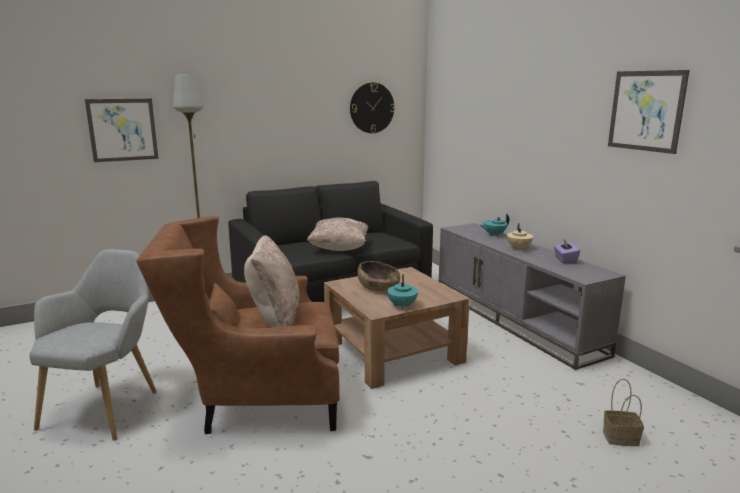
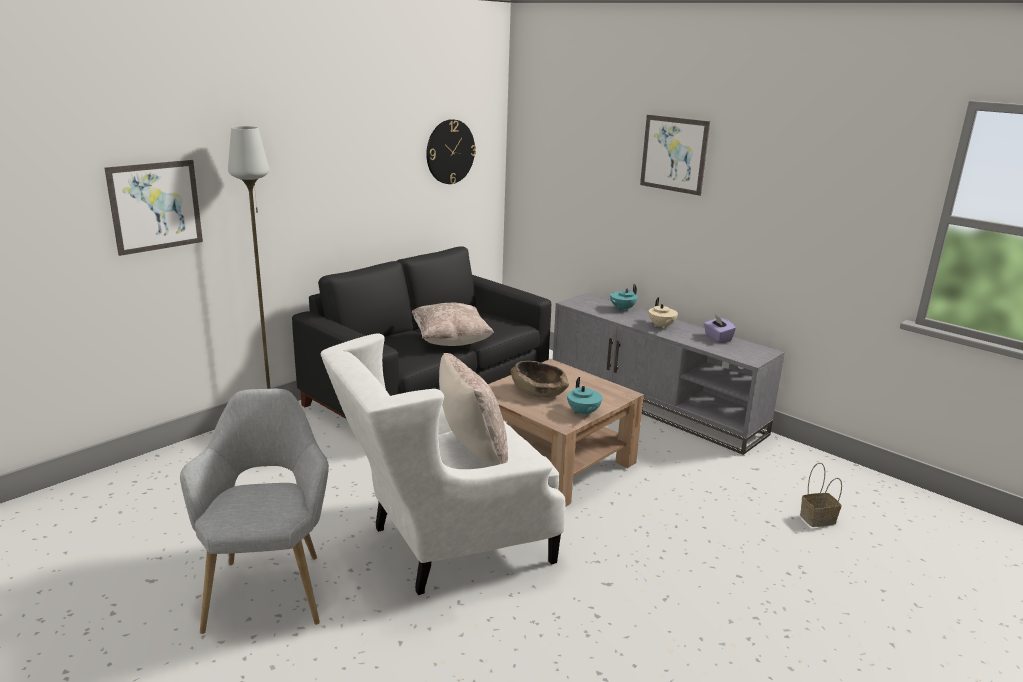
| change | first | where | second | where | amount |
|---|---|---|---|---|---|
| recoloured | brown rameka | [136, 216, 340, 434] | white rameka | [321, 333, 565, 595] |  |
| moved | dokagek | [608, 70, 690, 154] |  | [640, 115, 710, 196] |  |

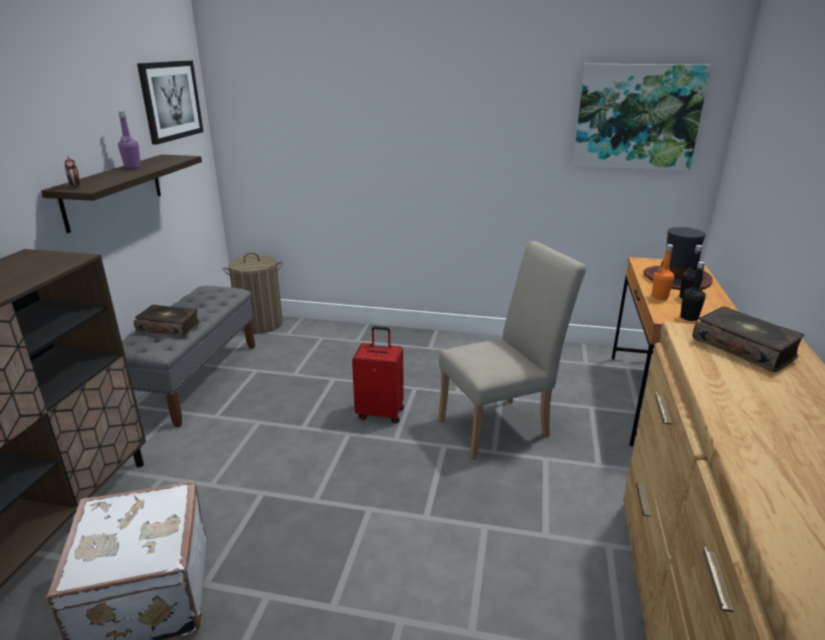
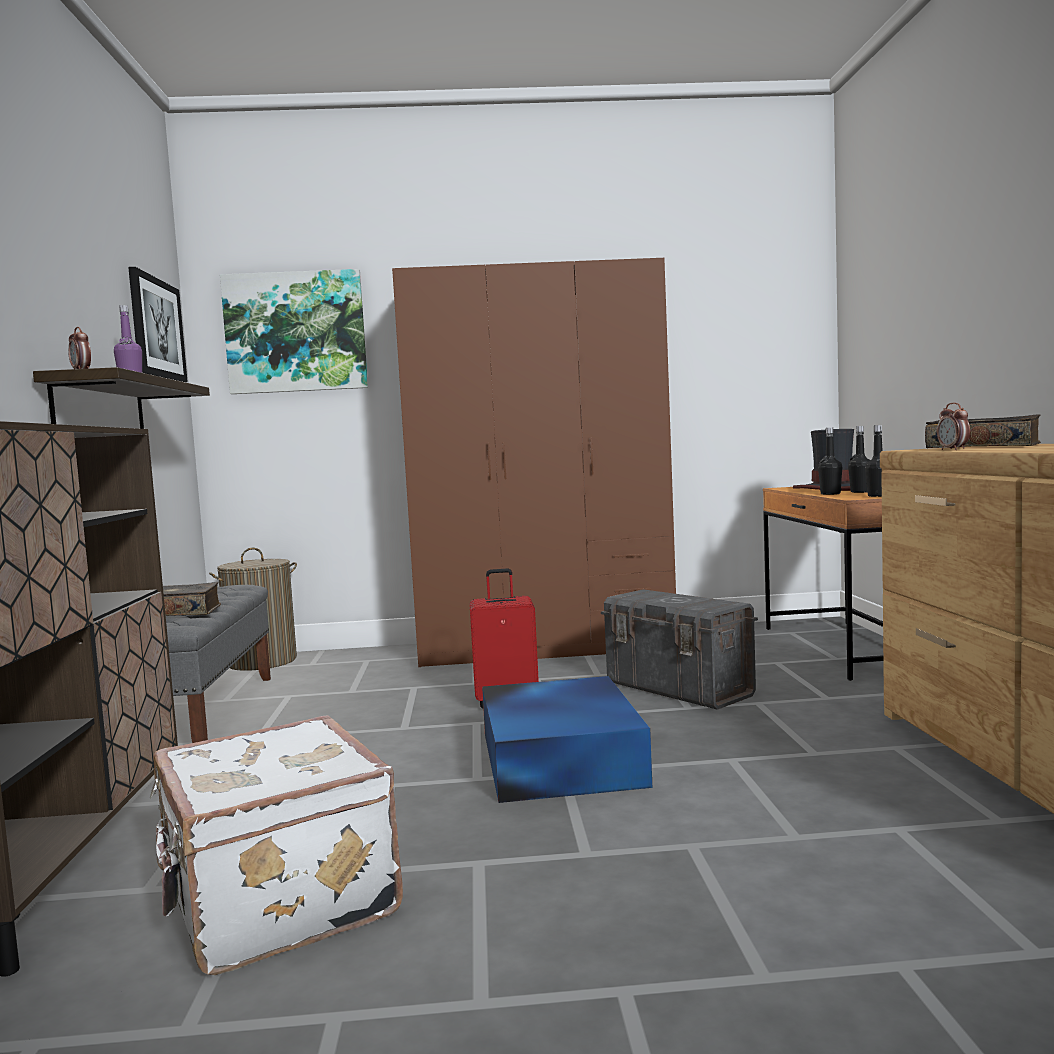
| change | first | where | second | where | amount |
|---|---|---|---|---|---|
| moved | dokagek | [573, 64, 711, 171] |  | [220, 269, 368, 394] |  |
| added |  |  | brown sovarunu | [392, 258, 676, 667] |  |
| added |  |  | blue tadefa | [482, 676, 653, 803] |  |
| replaced | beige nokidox | [439, 241, 586, 459] | grey tadefa | [601, 589, 758, 710] |  |
| recoloured | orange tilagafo | [652, 244, 674, 300] | black tilagafo | [818, 428, 842, 495] |  |
| added |  |  | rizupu | [937, 403, 970, 450] |  |

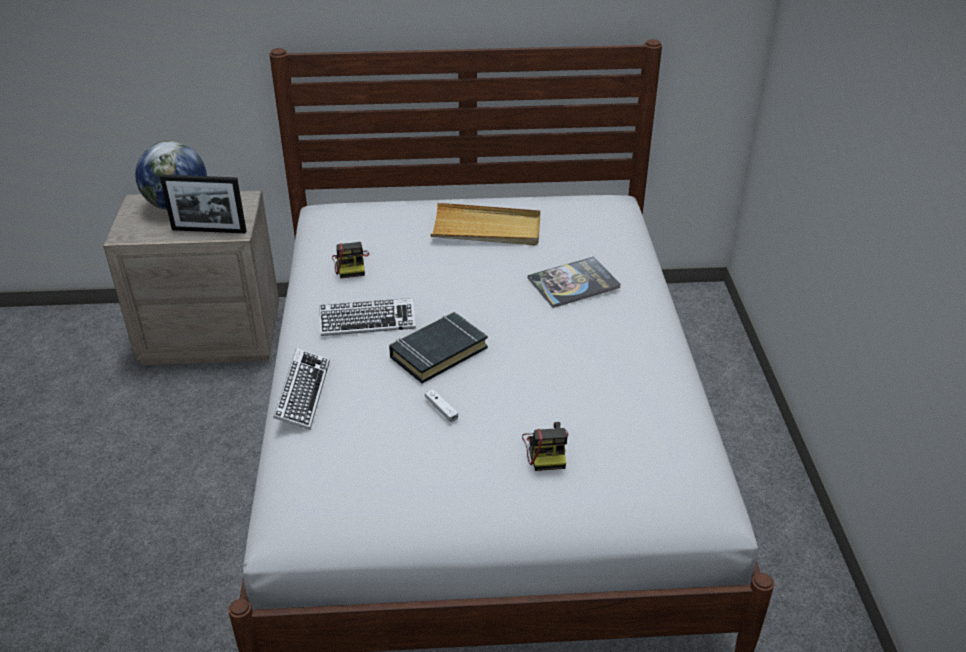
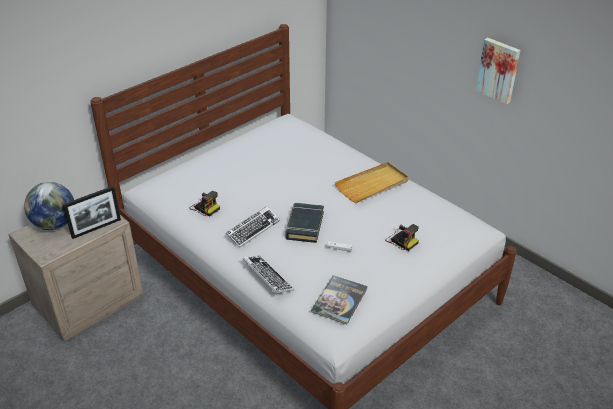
| change | first | where | second | where | amount |
|---|---|---|---|---|---|
| moved | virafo | [528, 256, 621, 308] |  | [311, 275, 368, 324] |  |
| moved | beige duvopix | [430, 203, 540, 245] |  | [335, 162, 409, 203] |  |
| added |  |  | dokagek | [476, 38, 520, 104] |  |

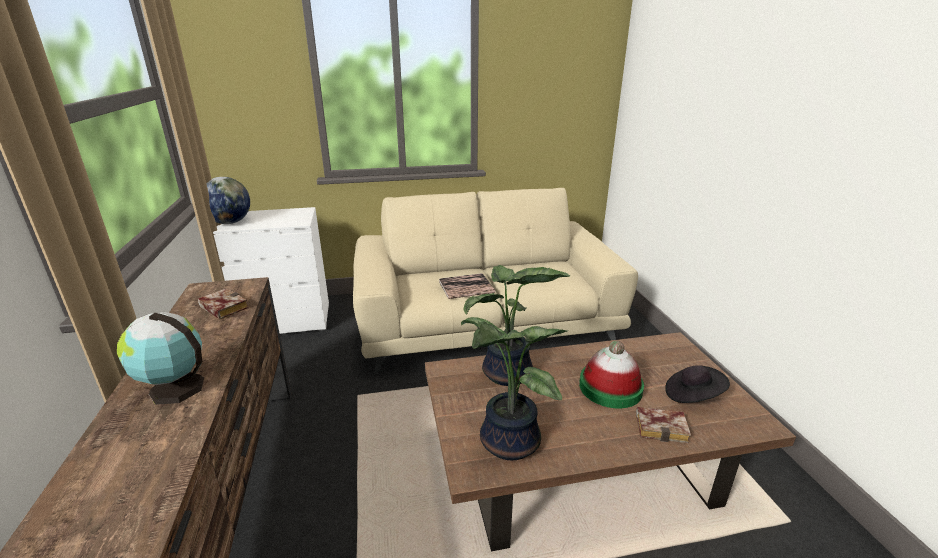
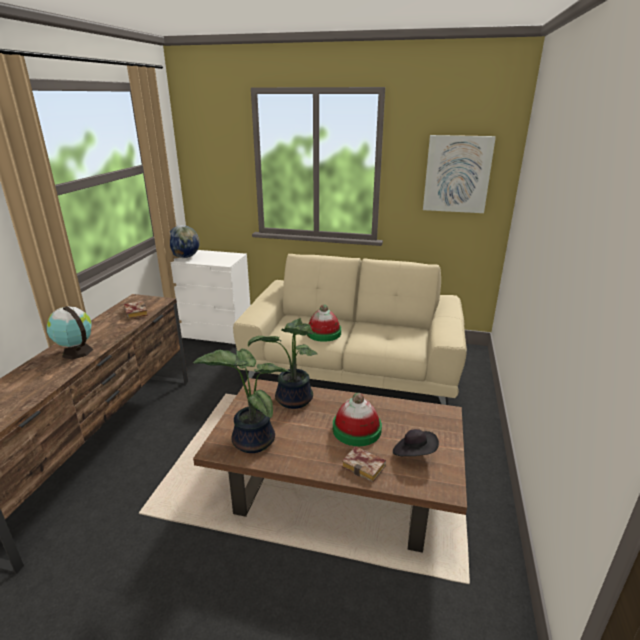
| change | first | where | second | where | amount |
|---|---|---|---|---|---|
| replaced | virafo | [439, 273, 495, 299] | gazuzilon | [307, 304, 341, 342] |  |
| added |  |  | dokagek | [423, 135, 496, 213] |  |

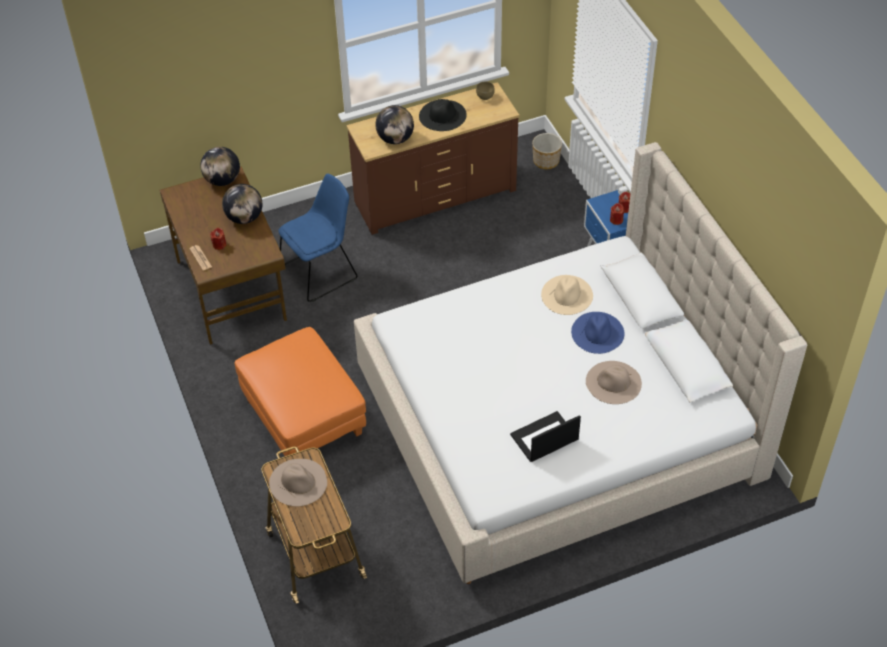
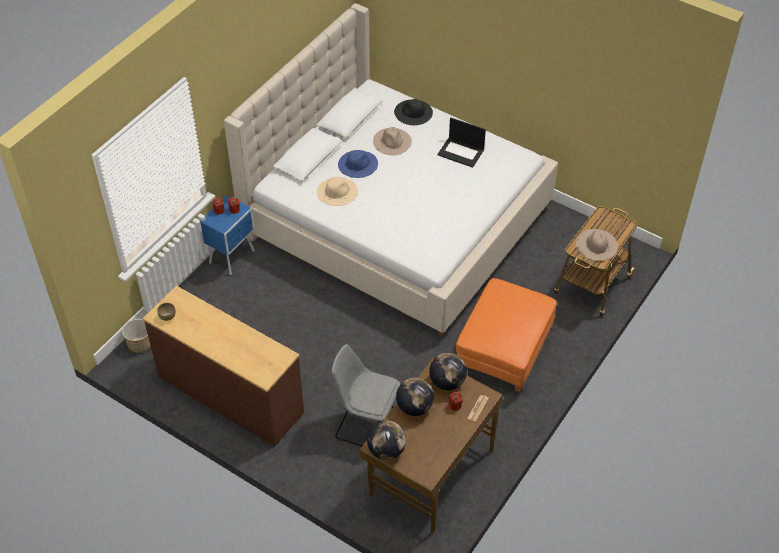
| change | first | where | second | where | amount |
|---|---|---|---|---|---|
| recoloured | blue nokidox | [278, 174, 358, 302] | grey nokidox | [332, 344, 400, 446] |  |
| moved | black gazuzilon | [419, 99, 467, 131] |  | [394, 99, 433, 125] |  |
| moved | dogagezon | [375, 105, 414, 144] |  | [429, 353, 467, 390] |  |

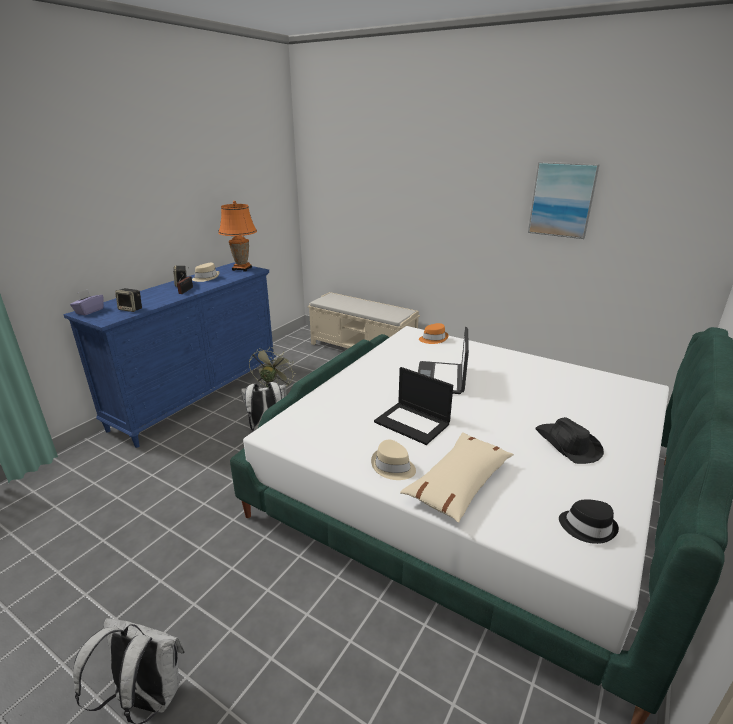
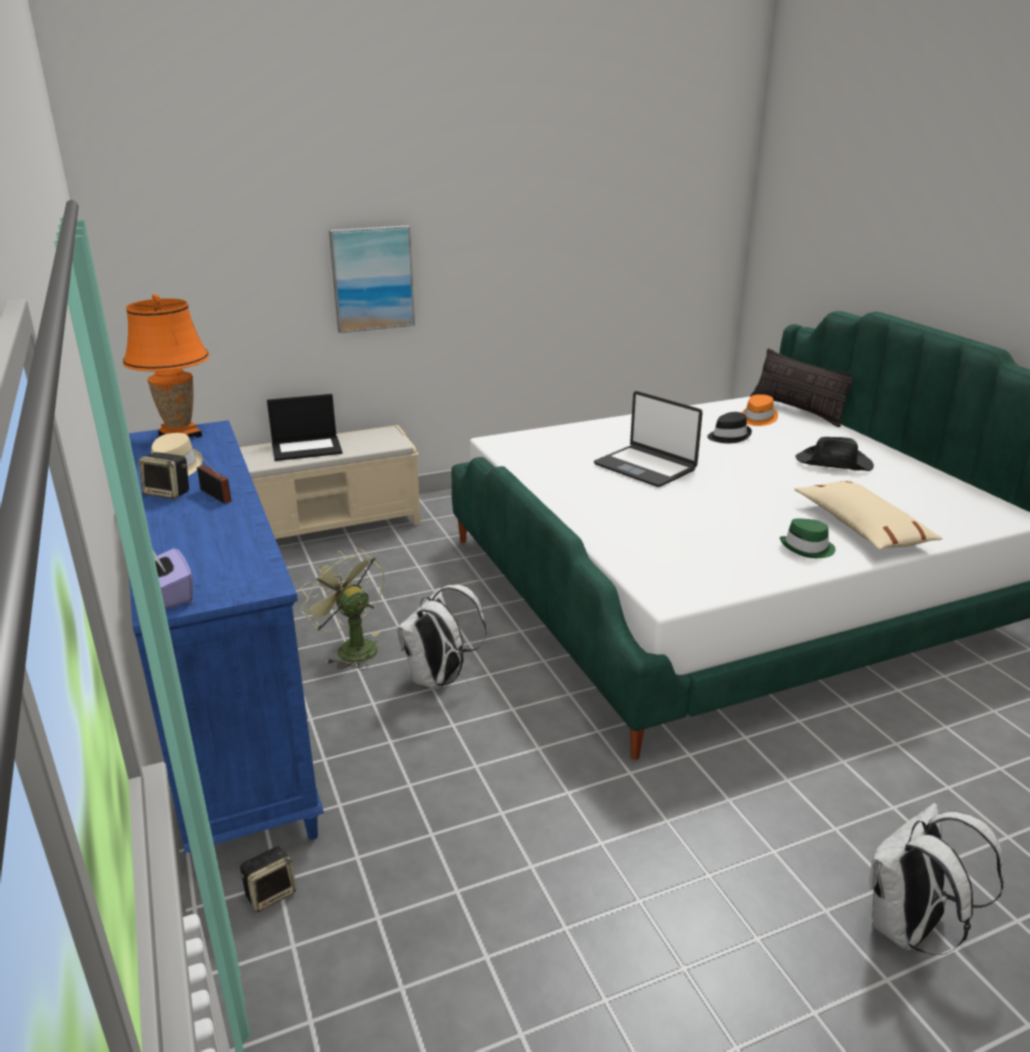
| change | first | where | second | where | amount |
|---|---|---|---|---|---|
| moved | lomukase | [115, 288, 142, 312] |  | [240, 846, 296, 912] |  |
| moved | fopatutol | [374, 367, 453, 445] |  | [267, 394, 342, 461] |  |
| moved | dokagek | [528, 162, 600, 239] |  | [329, 225, 415, 333] |  |
| moved | black gazuzilon | [559, 499, 619, 544] |  | [707, 412, 752, 443] |  |
| moved | orange gazuzilon | [419, 323, 449, 344] |  | [741, 394, 778, 426] |  |
| added |  |  | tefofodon | [750, 348, 853, 427] |  |
| recoloured | beige gazuzilon | [371, 439, 416, 480] | green gazuzilon | [780, 518, 836, 558] |  |

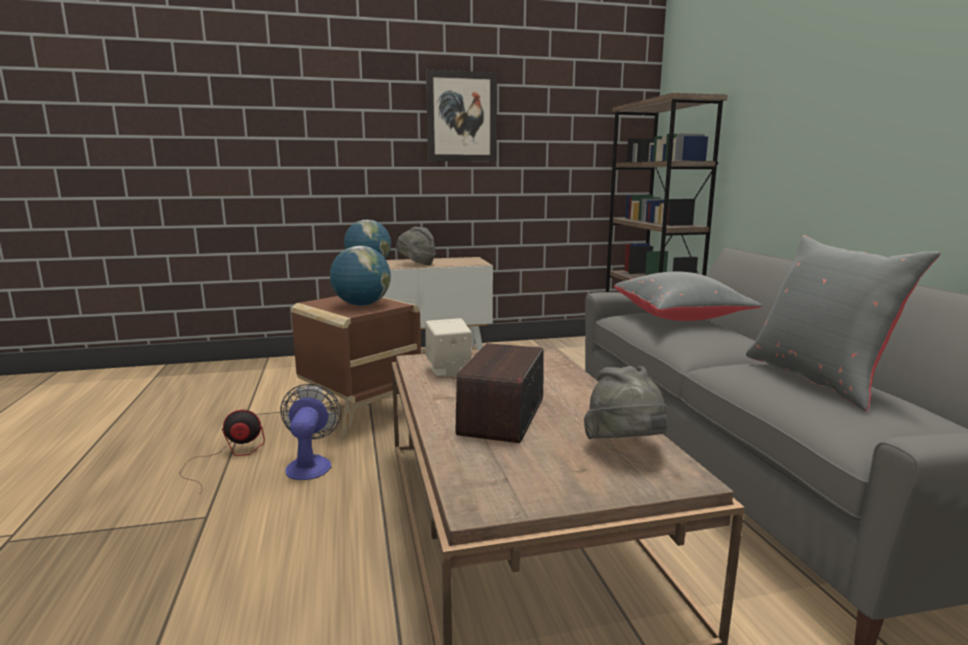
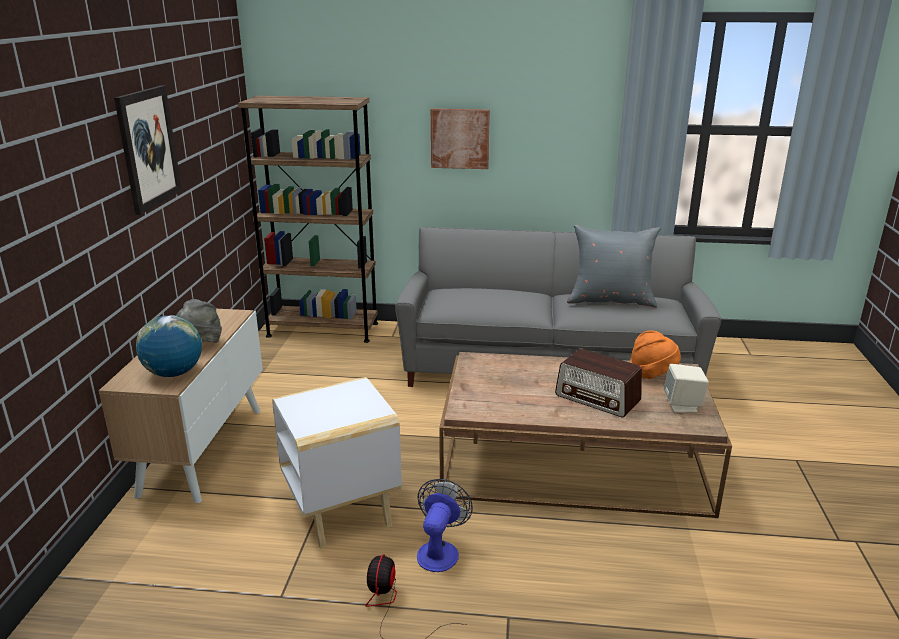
| change | first | where | second | where | amount |
|---|---|---|---|---|---|
| recoloured | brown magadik | [291, 296, 421, 437] | white magadik | [272, 377, 402, 549] |  |
| turned | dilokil | [280, 384, 341, 480] |  | [417, 479, 473, 572] | 90 degrees clockwise |
| added |  |  | dokagek | [431, 109, 490, 169] |  |
| recoloured | grey gazuzilon | [584, 366, 667, 439] | orange gazuzilon | [630, 330, 681, 379] |  |
| moved | beige lomukase | [425, 318, 472, 377] |  | [664, 364, 709, 412] |  |
| removed | dogagezon | [330, 246, 391, 306] |  |  |  |
| removed | grey tefofodon | [614, 272, 762, 321] |  |  |  |

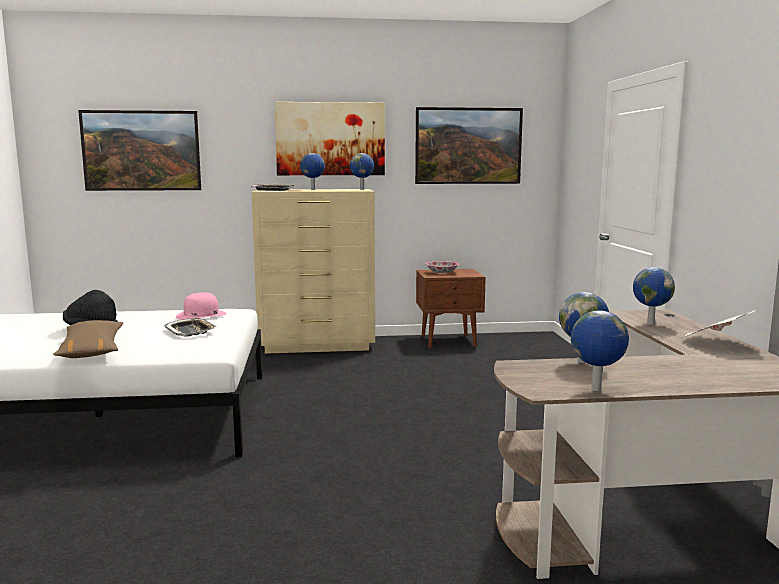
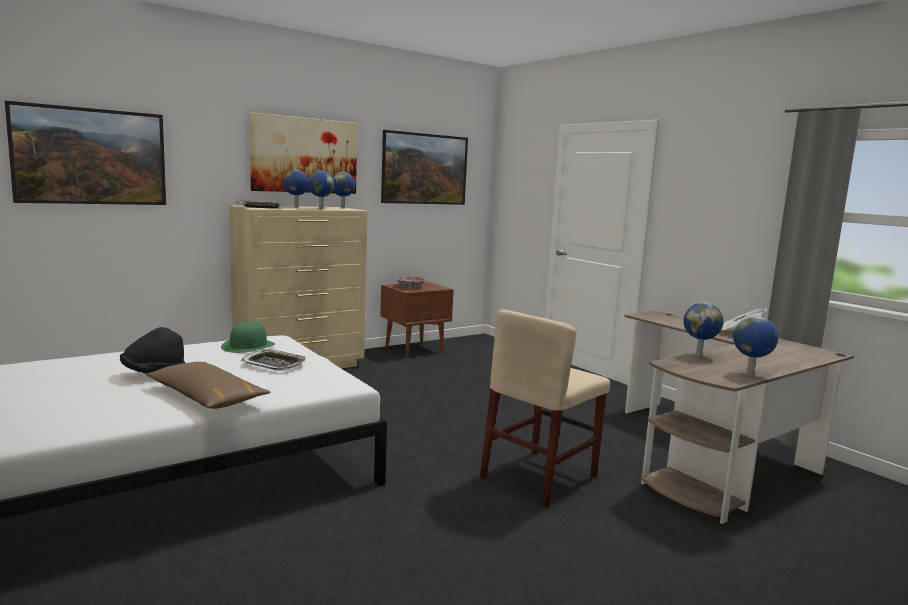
| change | first | where | second | where | amount |
|---|---|---|---|---|---|
| recoloured | pink gazuzilon | [176, 292, 227, 320] | green gazuzilon | [221, 321, 275, 353] |  |
| moved | dogagezon | [633, 267, 675, 325] |  | [308, 171, 334, 209] |  |
| added |  |  | beige nokidox | [480, 309, 610, 508] |  |

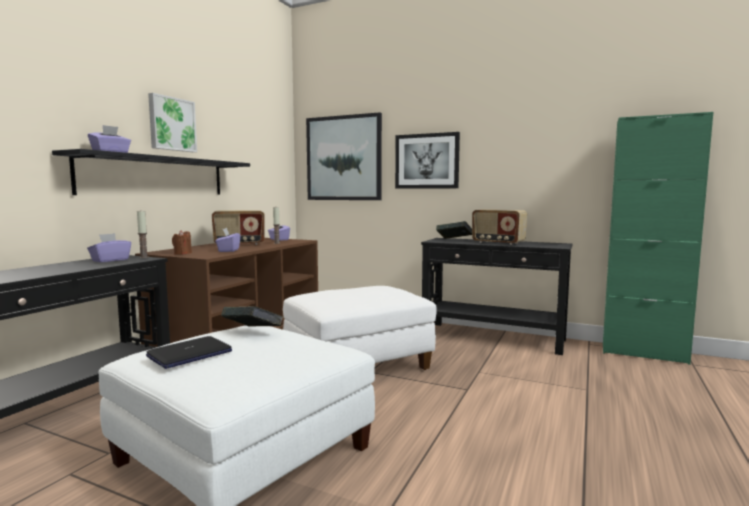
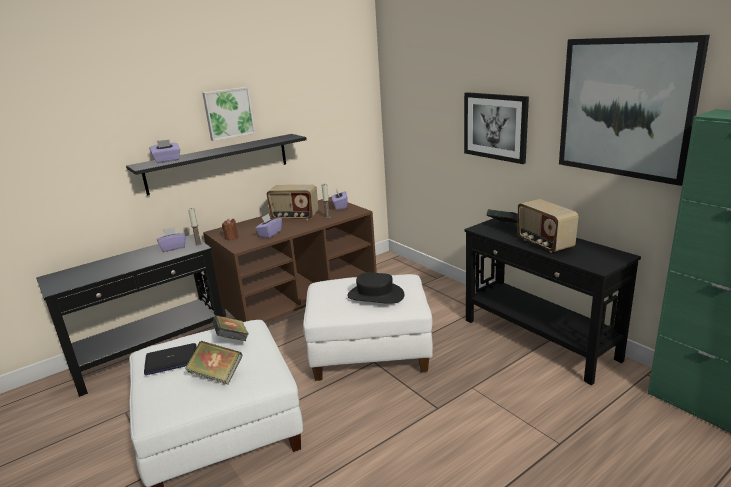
| change | first | where | second | where | amount |
|---|---|---|---|---|---|
| added |  |  | virafo | [185, 341, 242, 385] |  |
| added |  |  | black gazuzilon | [347, 272, 404, 304] |  |
| moved | dokagek | [306, 112, 382, 200] |  | [559, 35, 710, 186] |  |

